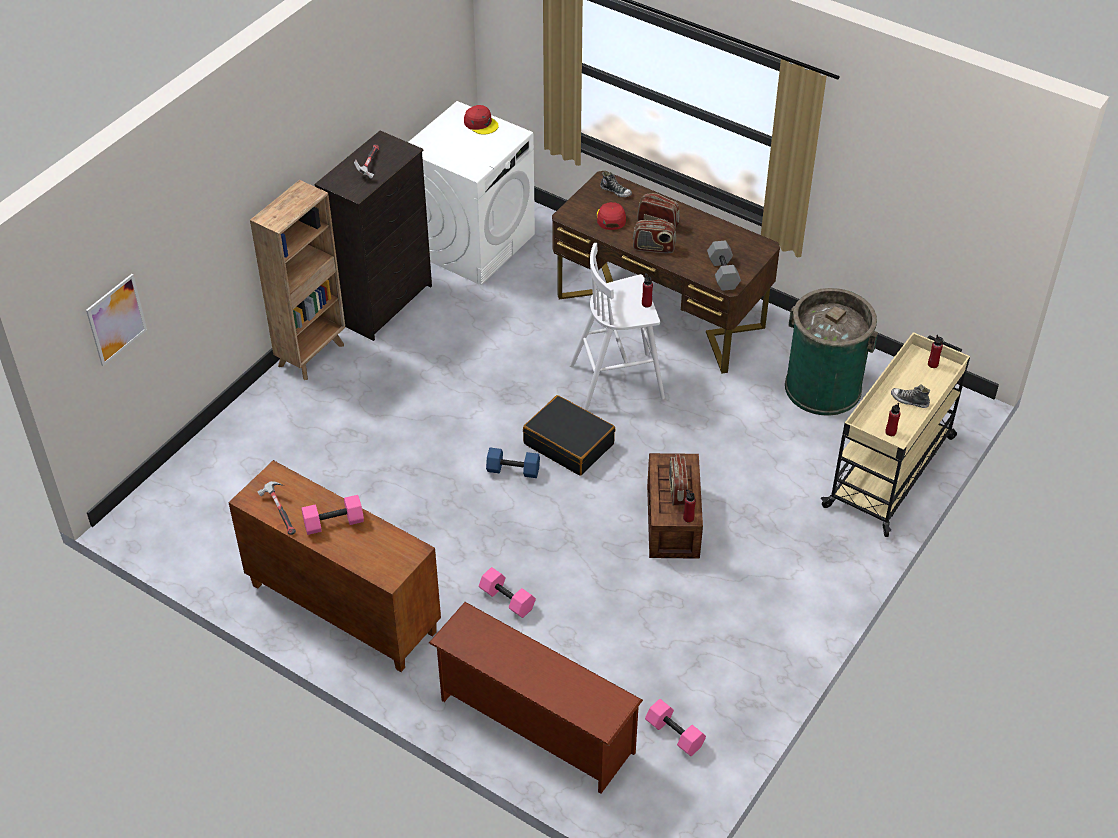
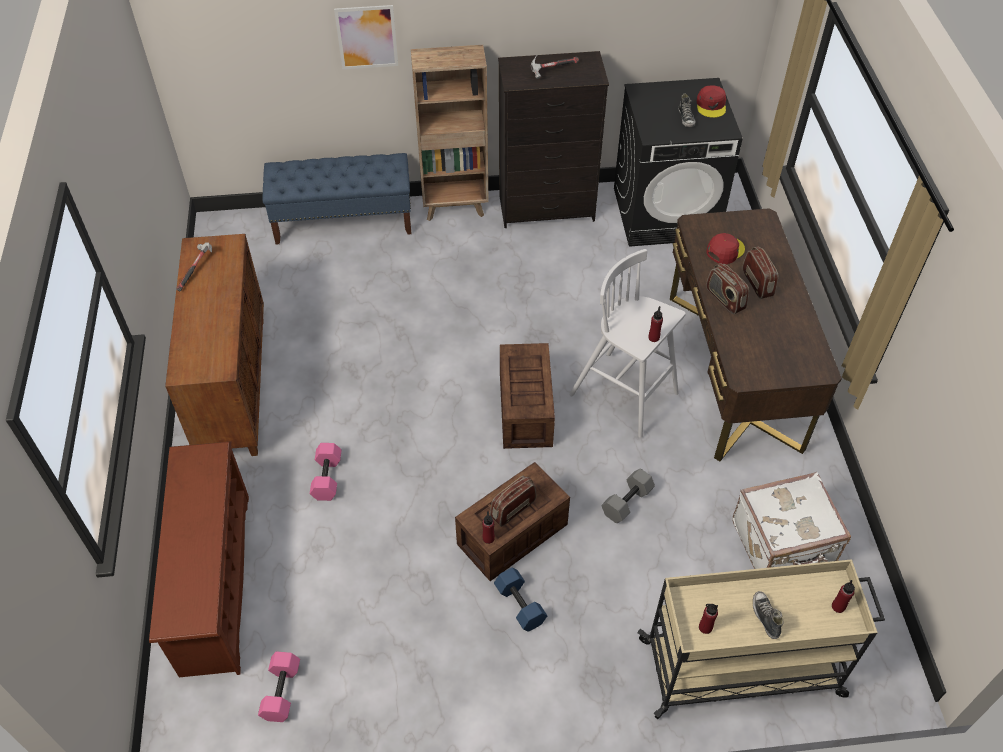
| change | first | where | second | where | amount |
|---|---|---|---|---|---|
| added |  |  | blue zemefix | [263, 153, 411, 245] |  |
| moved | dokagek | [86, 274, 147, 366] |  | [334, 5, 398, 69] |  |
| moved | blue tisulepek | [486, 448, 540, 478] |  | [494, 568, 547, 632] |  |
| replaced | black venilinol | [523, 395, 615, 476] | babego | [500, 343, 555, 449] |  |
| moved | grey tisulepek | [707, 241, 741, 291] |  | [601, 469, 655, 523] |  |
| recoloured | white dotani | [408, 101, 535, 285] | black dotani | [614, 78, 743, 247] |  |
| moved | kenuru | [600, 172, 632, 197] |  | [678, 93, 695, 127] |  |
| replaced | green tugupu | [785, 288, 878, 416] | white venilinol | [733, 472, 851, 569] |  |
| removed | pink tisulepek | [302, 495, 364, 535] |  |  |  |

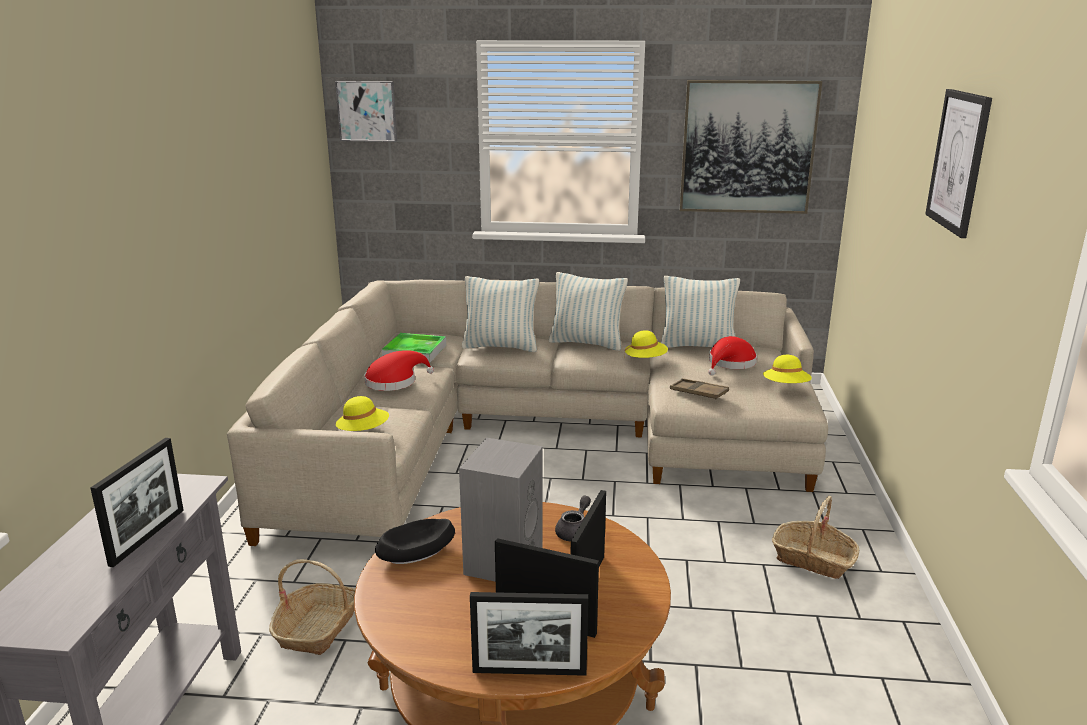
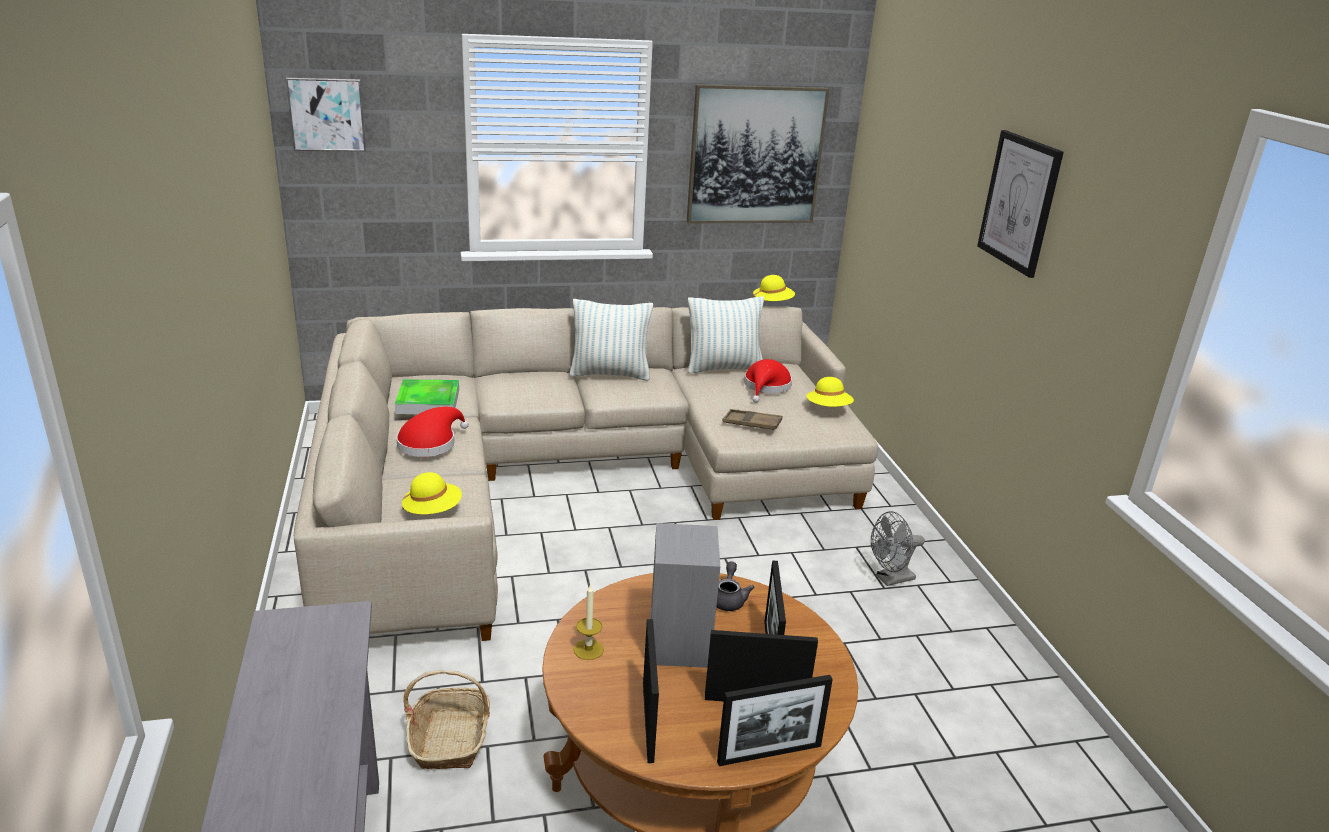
| change | first | where | second | where | amount |
|---|---|---|---|---|---|
| replaced | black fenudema | [375, 519, 455, 564] | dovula | [573, 583, 604, 660] |  |
| moved | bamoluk | [91, 438, 184, 567] |  | [643, 619, 659, 763] |  |
| moved | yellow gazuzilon | [624, 330, 668, 358] |  | [753, 275, 795, 301] |  |
| replaced | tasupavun | [772, 496, 859, 579] | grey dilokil | [871, 511, 925, 586] |  |
| removed | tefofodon | [462, 276, 539, 352] |  |  |  |

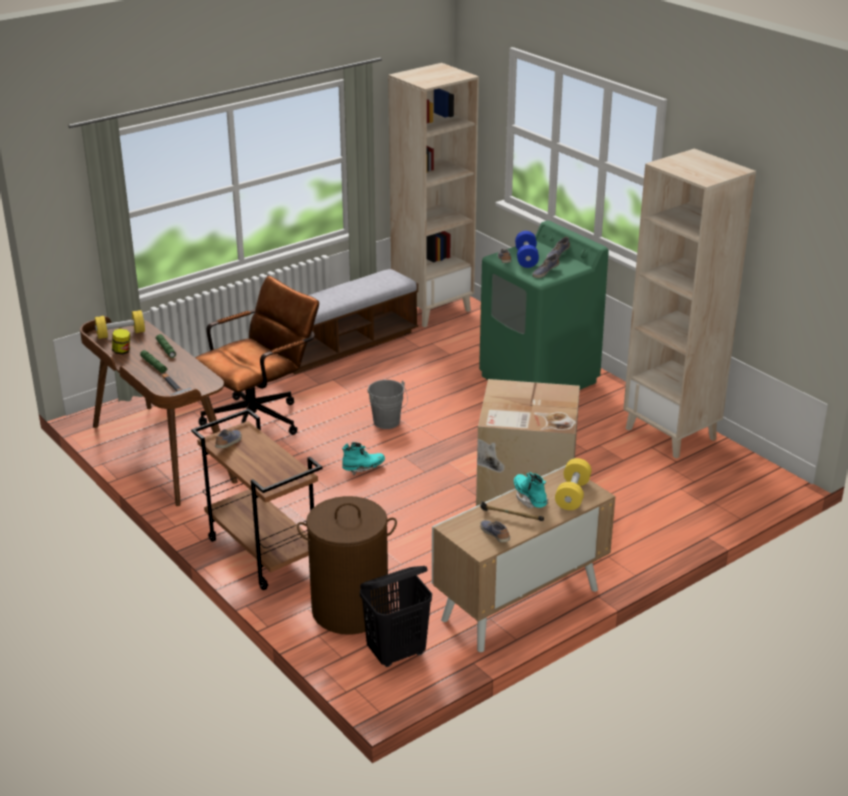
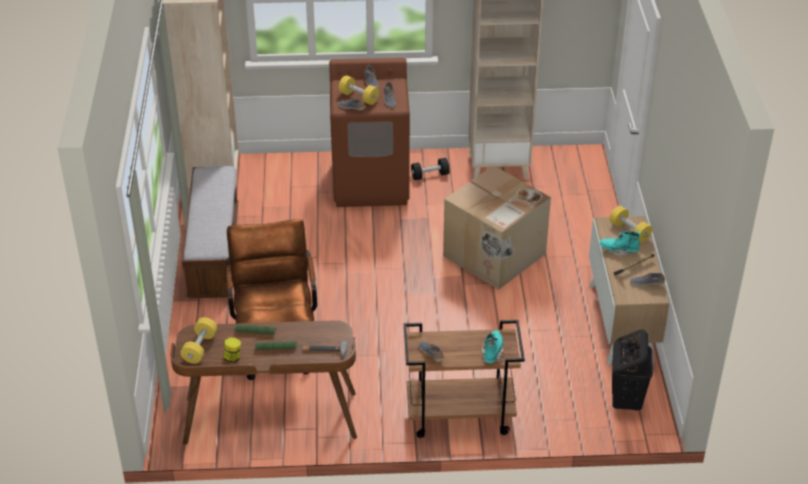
| change | first | where | second | where | amount |
|---|---|---|---|---|---|
| recoloured | green dotani | [479, 221, 609, 390] | brown dotani | [329, 58, 410, 207] |  |
| recoloured | blue tisulepek | [515, 231, 539, 268] | yellow tisulepek | [338, 75, 379, 105] |  |
| added |  |  | black tisulepek | [411, 158, 450, 180] |  |
| moved | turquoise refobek | [342, 442, 385, 475] |  | [482, 330, 505, 363] |  |
| removed | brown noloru | [297, 496, 397, 635] |  |  |  |
| removed | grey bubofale | [367, 380, 408, 429] |  |  |  |

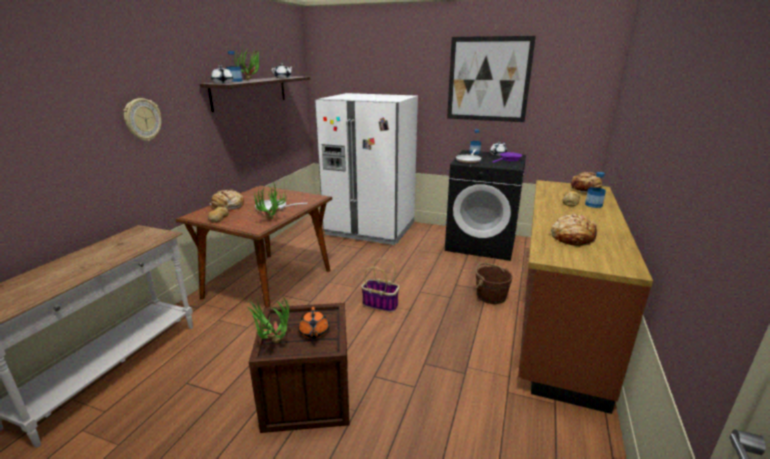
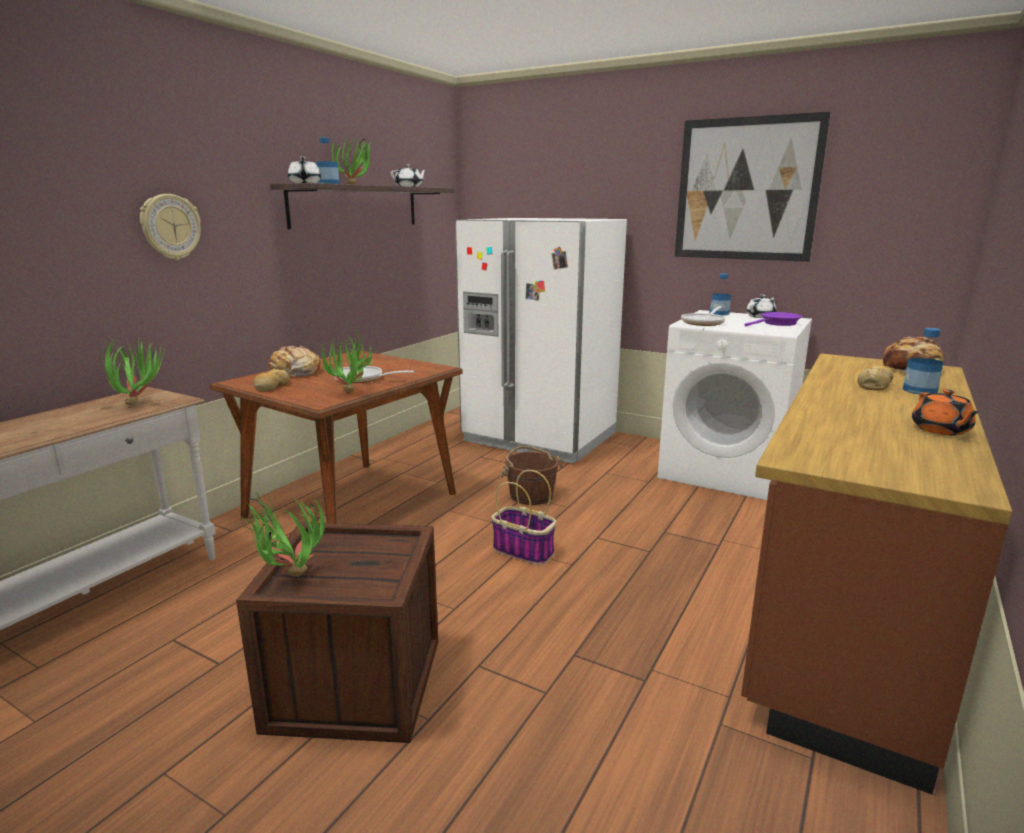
| change | first | where | second | where | amount |
|---|---|---|---|---|---|
| added |  |  | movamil | [102, 340, 165, 406] |  |
| moved | brown bubofale | [475, 263, 513, 304] |  | [500, 446, 563, 505] |  |
| recoloured | black dotani | [445, 150, 526, 261] | white dotani | [658, 310, 812, 500] |  |
| moved | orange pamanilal | [299, 307, 329, 339] |  | [912, 389, 980, 435] |  |
| removed | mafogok | [551, 213, 597, 246] |  |  |  |

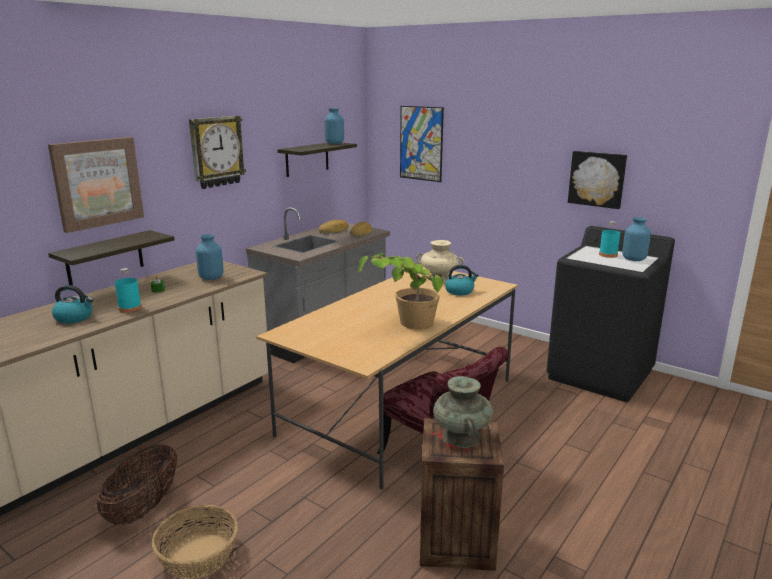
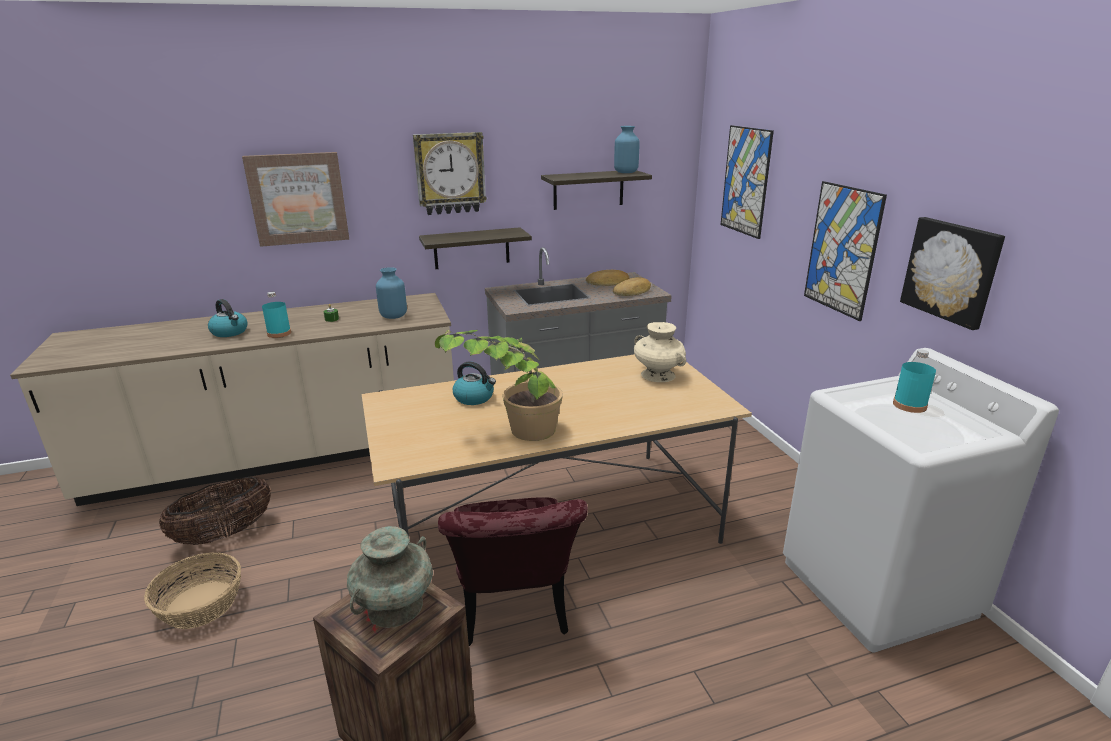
| change | first | where | second | where | amount |
|---|---|---|---|---|---|
| moved | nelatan | [48, 230, 174, 285] |  | [419, 227, 532, 269] |  |
| moved | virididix | [445, 265, 479, 295] |  | [453, 361, 496, 405] |  |
| recoloured | black dotani | [546, 226, 675, 402] | white dotani | [783, 348, 1059, 652] |  |
| added |  |  | dokagek | [804, 181, 887, 321] |  |
| removed | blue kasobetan | [622, 217, 651, 261] |  |  |  |

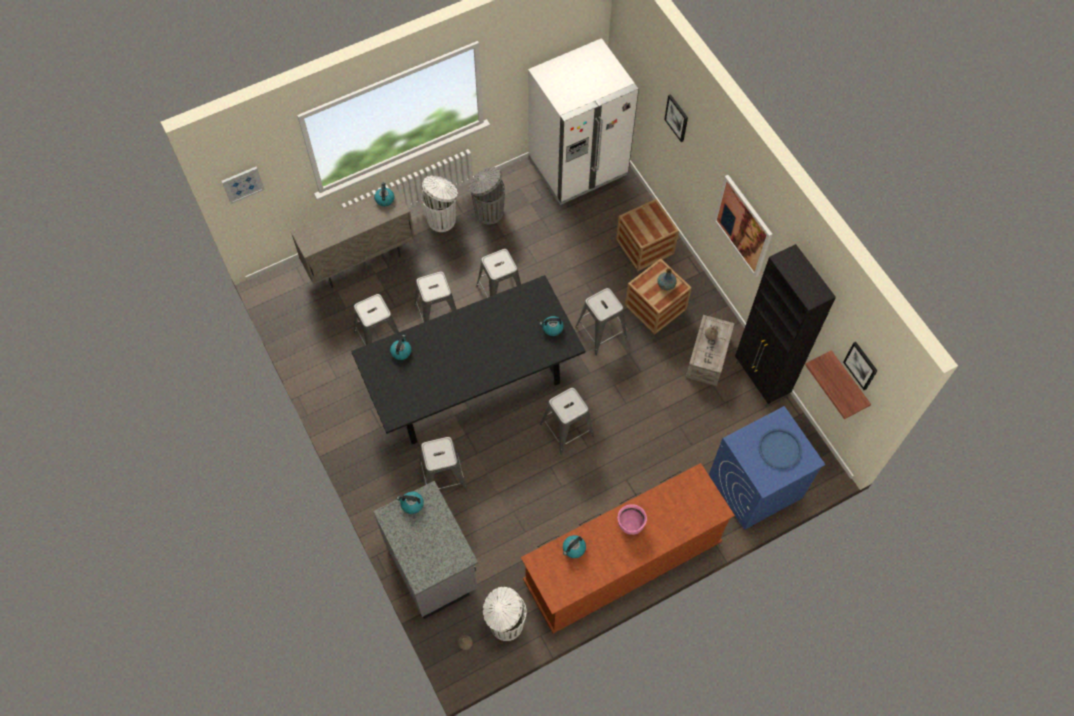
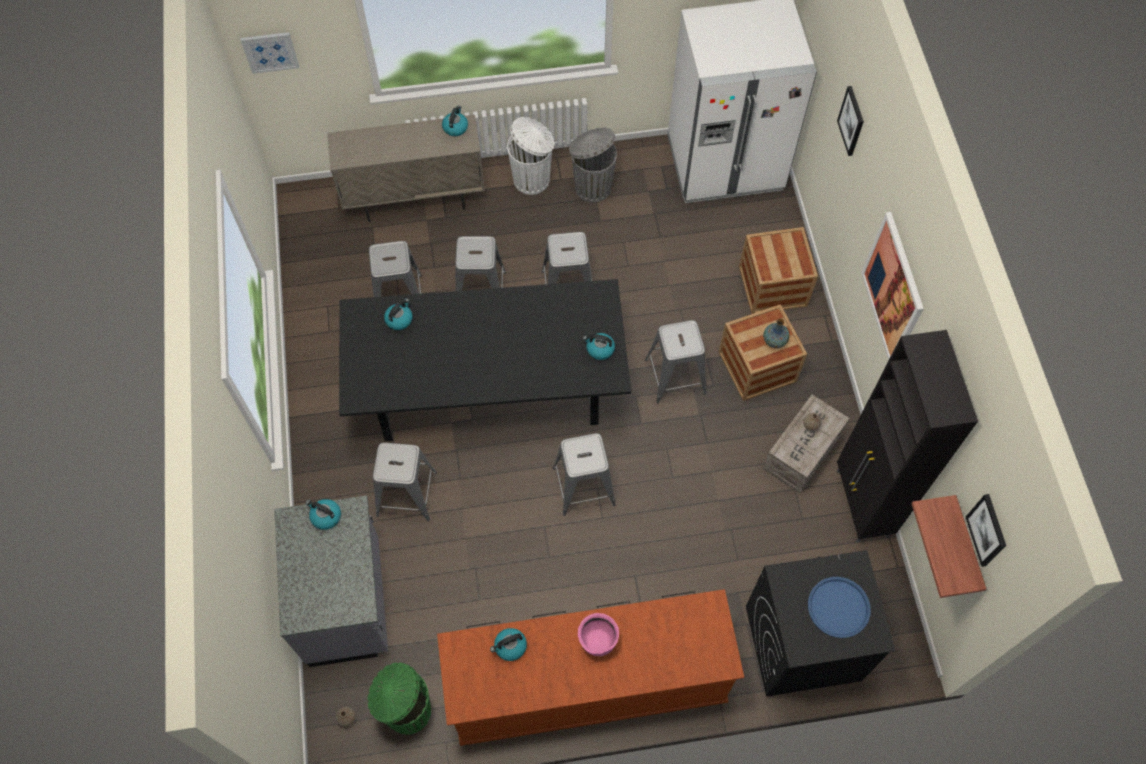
| change | first | where | second | where | amount |
|---|---|---|---|---|---|
| recoloured | white tugupu | [483, 587, 527, 641] | green tugupu | [368, 662, 431, 735] |  |
| recoloured | blue dotani | [709, 406, 825, 530] | black dotani | [746, 550, 896, 697] |  |

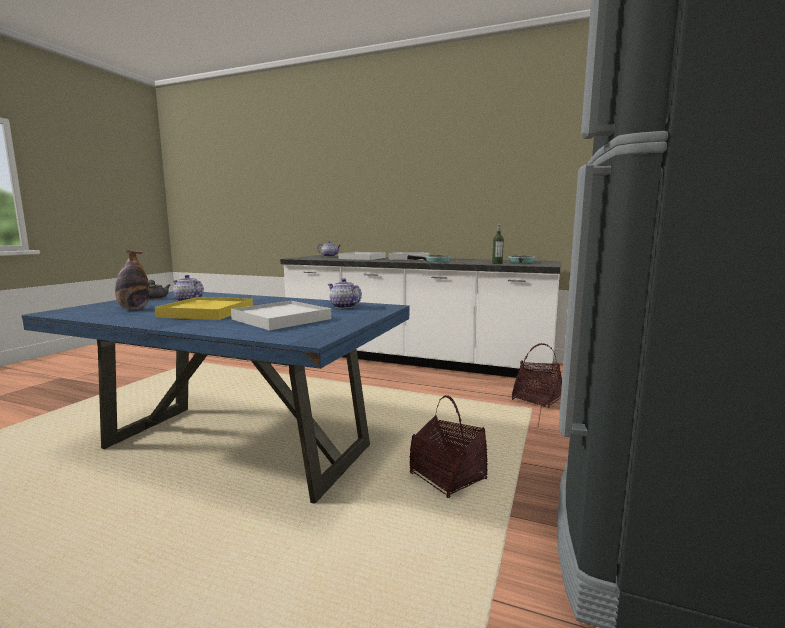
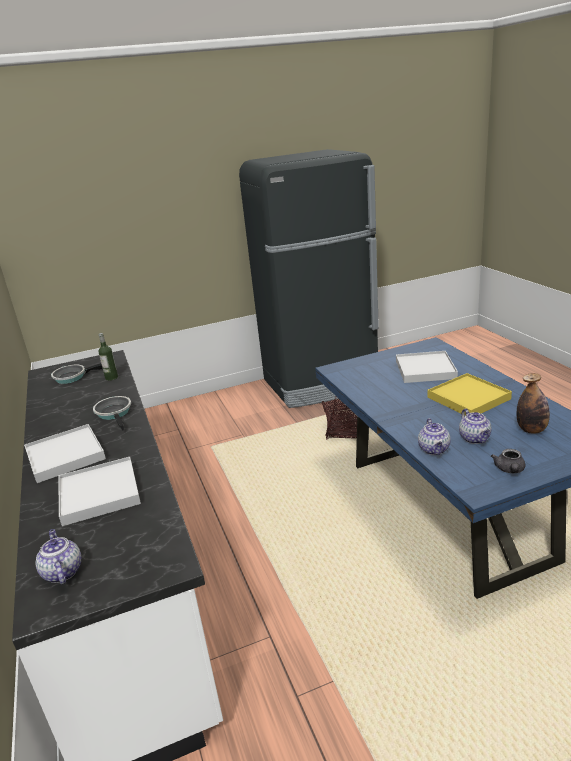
| change | first | where | second | where | amount |
|---|---|---|---|---|---|
| moved | pamanilal | [328, 278, 362, 309] |  | [418, 418, 451, 455] |  |
| removed | tasupavun | [512, 343, 562, 408] |  |  |  |

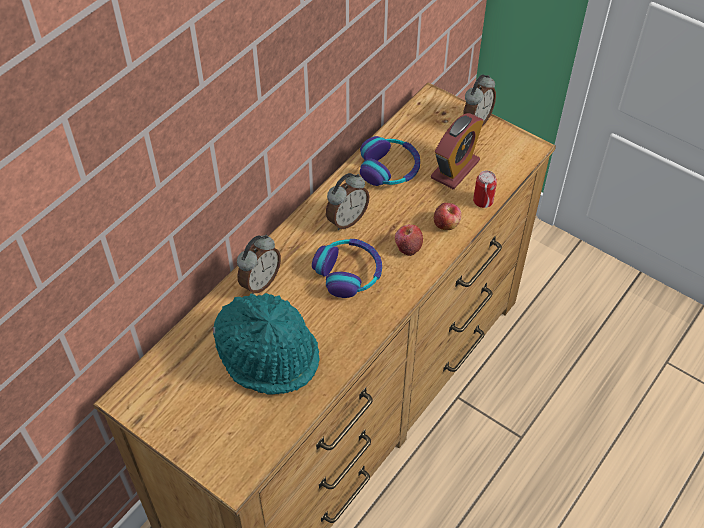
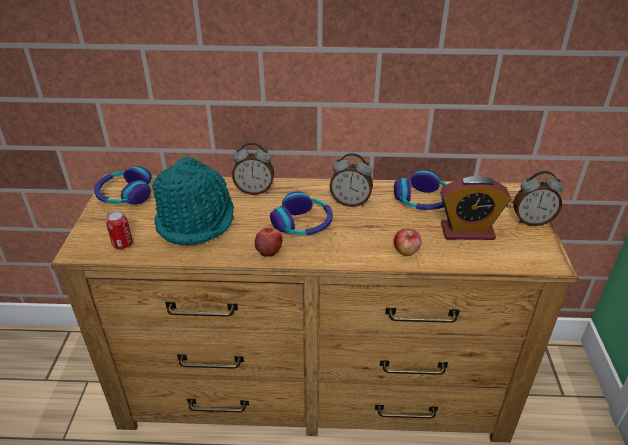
| change | first | where | second | where | amount |
|---|---|---|---|---|---|
| added |  |  | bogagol | [94, 166, 152, 204] |  |
| moved | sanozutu | [473, 171, 497, 208] |  | [106, 210, 133, 249] |  |
| moved | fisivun | [395, 224, 423, 256] |  | [255, 228, 283, 257] |  |

